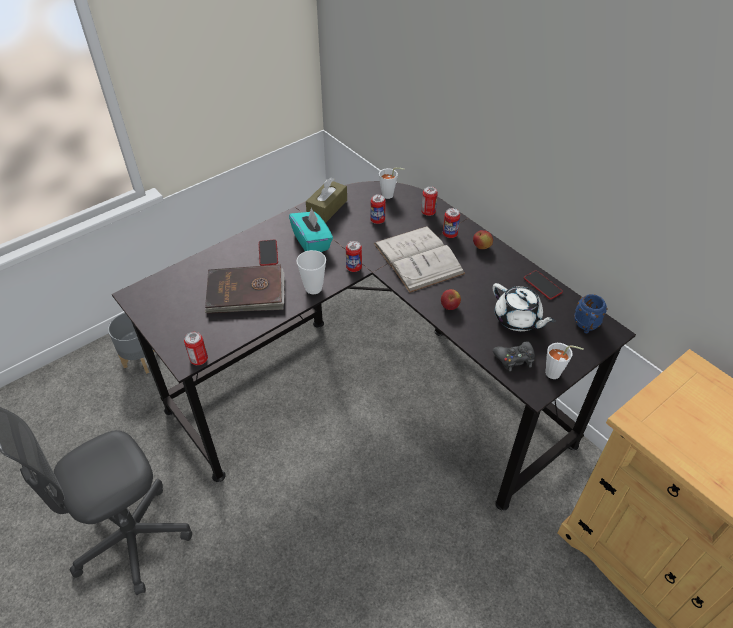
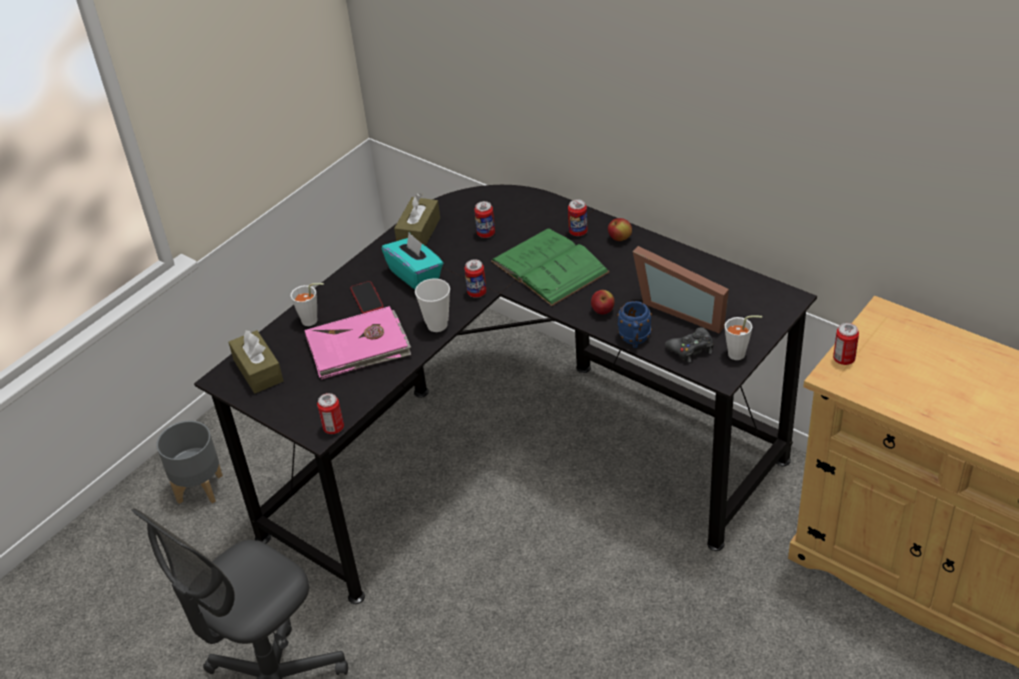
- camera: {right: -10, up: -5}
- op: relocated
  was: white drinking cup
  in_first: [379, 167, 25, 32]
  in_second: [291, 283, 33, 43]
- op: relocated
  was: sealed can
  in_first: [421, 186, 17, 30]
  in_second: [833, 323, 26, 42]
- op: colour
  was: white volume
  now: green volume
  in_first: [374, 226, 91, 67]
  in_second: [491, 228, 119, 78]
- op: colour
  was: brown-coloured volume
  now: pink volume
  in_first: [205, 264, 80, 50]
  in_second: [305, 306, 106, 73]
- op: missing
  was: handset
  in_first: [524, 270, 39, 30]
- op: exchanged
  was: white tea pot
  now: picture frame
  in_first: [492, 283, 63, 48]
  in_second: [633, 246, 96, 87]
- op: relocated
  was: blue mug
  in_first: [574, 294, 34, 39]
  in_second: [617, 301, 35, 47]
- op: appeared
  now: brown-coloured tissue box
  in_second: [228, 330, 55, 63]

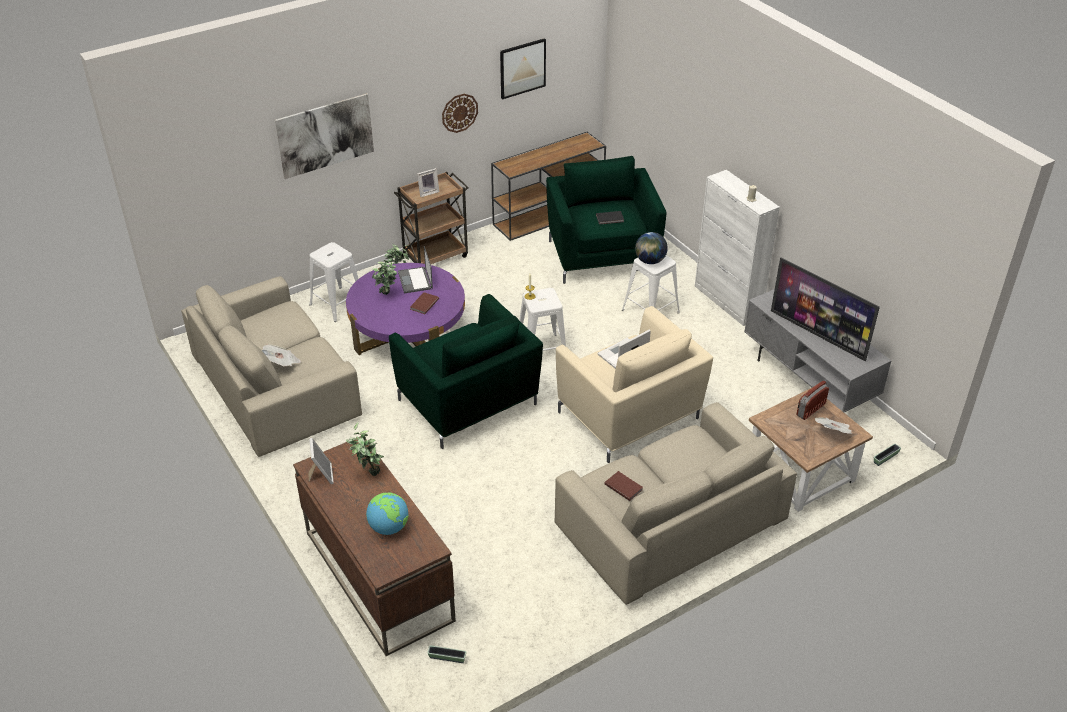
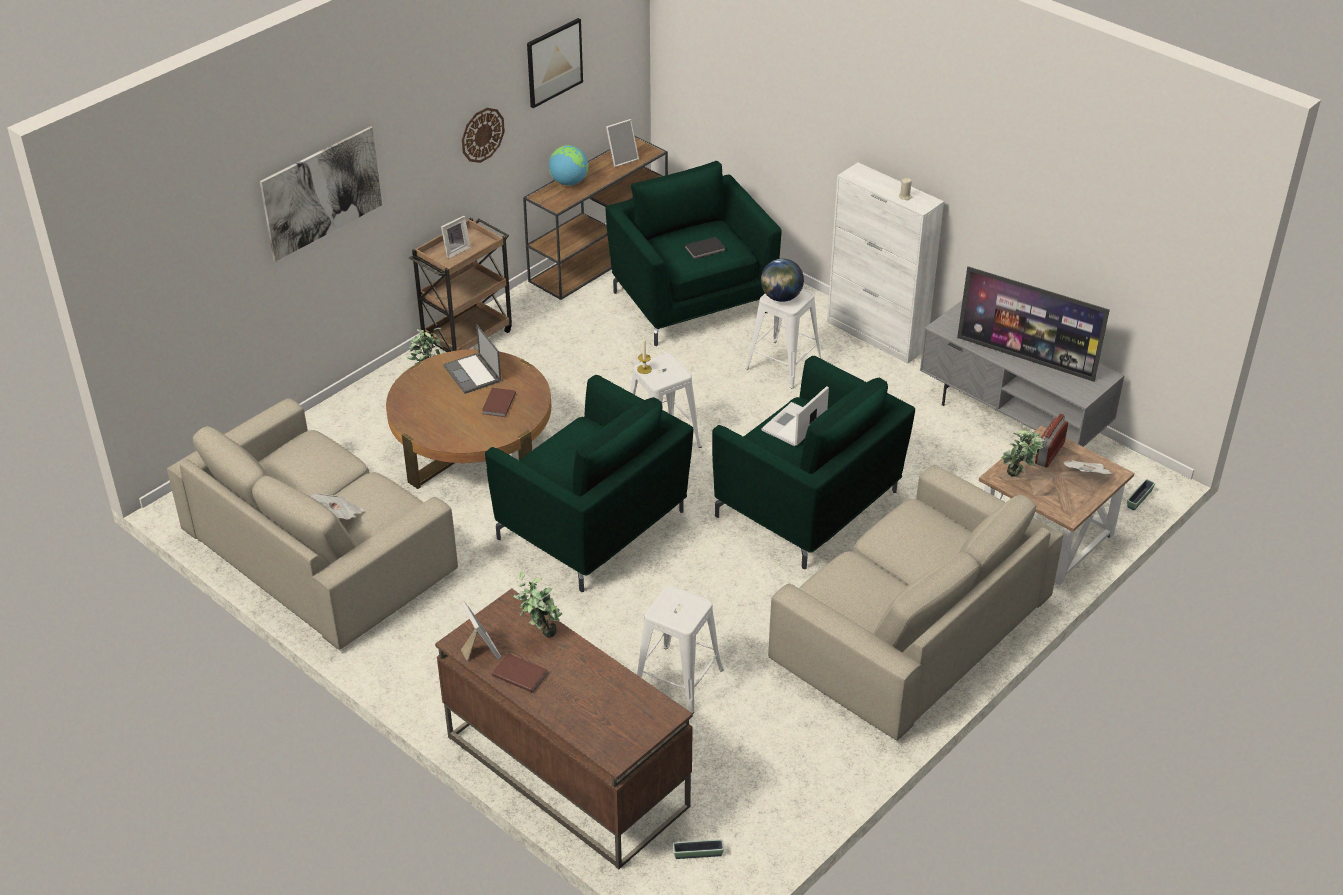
- camera: {right: -15, up: 0}
- op: relocated
  was: white stool
  in_first: [309, 242, 49, 80]
  in_second: [637, 586, 87, 127]
- op: relocated
  was: plant in a pot
  in_first: [372, 261, 25, 34]
  in_second: [1001, 428, 44, 49]
- op: colour
  was: purplish lounge table
  now: brown-coloured lounge table
  in_first: [346, 263, 119, 92]
  in_second: [386, 349, 165, 140]
- op: colour
  was: sand-coloured lounge chair
  now: green lounge chair
  in_first: [556, 306, 157, 157]
  in_second: [712, 356, 203, 213]
- op: relocated
  was: brown-coloured volume
  in_first: [604, 471, 39, 30]
  in_second: [492, 653, 56, 40]
- op: relocated
  was: desk globe
  in_first: [366, 492, 43, 43]
  in_second: [549, 145, 40, 41]
- op: appeared
  now: picture frame
  in_second: [606, 119, 33, 48]

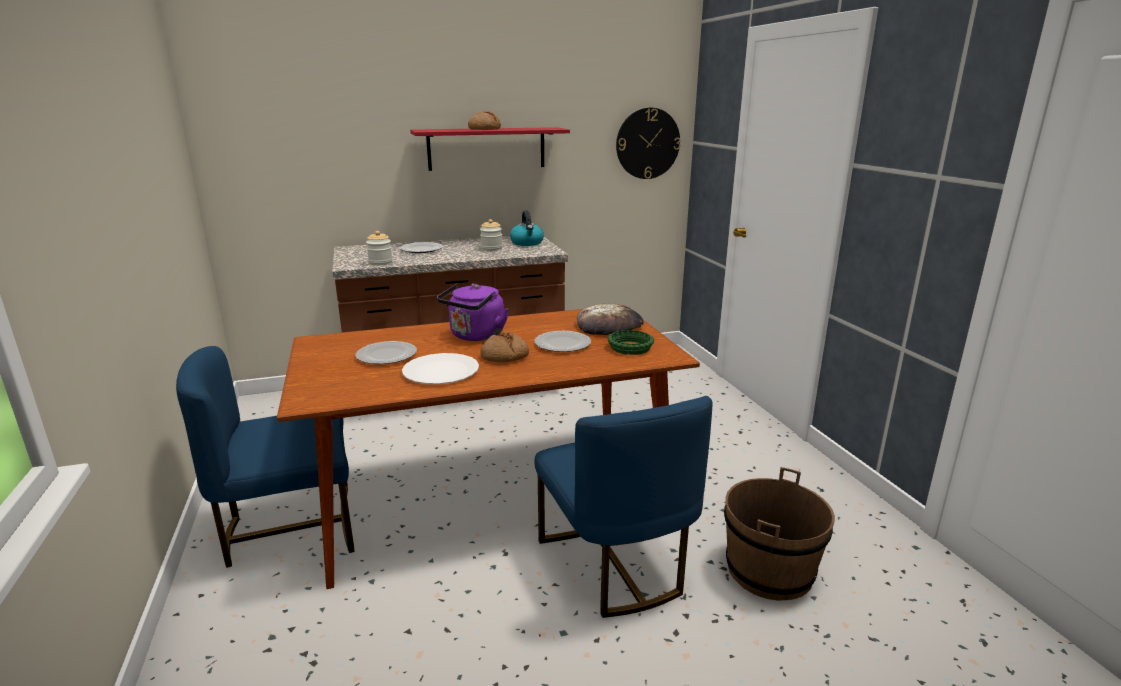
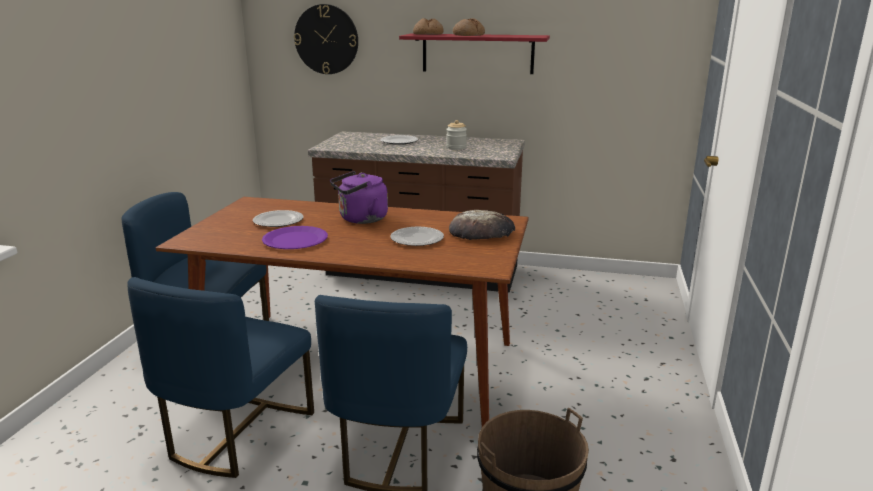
- camera: {right: 30, up: 0}
- op: relocated
  was: wall clock
  in_first: [616, 108, 65, 71]
  in_second: [294, 4, 64, 70]
- op: missing
  was: kettle
  in_first: [510, 211, 34, 35]
- op: missing
  was: preserve jar
  in_first: [366, 231, 27, 34]
- op: missing
  was: green serving bowl
  in_first: [608, 330, 46, 25]
- op: relocated
  was: bakery bread
  in_first: [480, 332, 49, 30]
  in_second: [413, 18, 31, 17]
- op: colour
  was: white flat dish
  now: purplish flat dish
  in_first: [402, 353, 77, 31]
  in_second: [262, 226, 66, 23]
- op: appeared
  now: blue plain chair
  in_second: [127, 277, 187, 201]

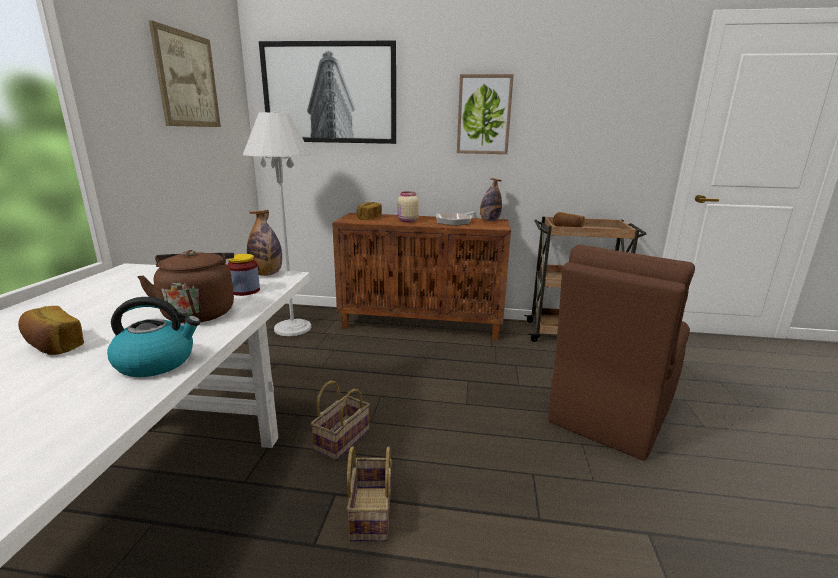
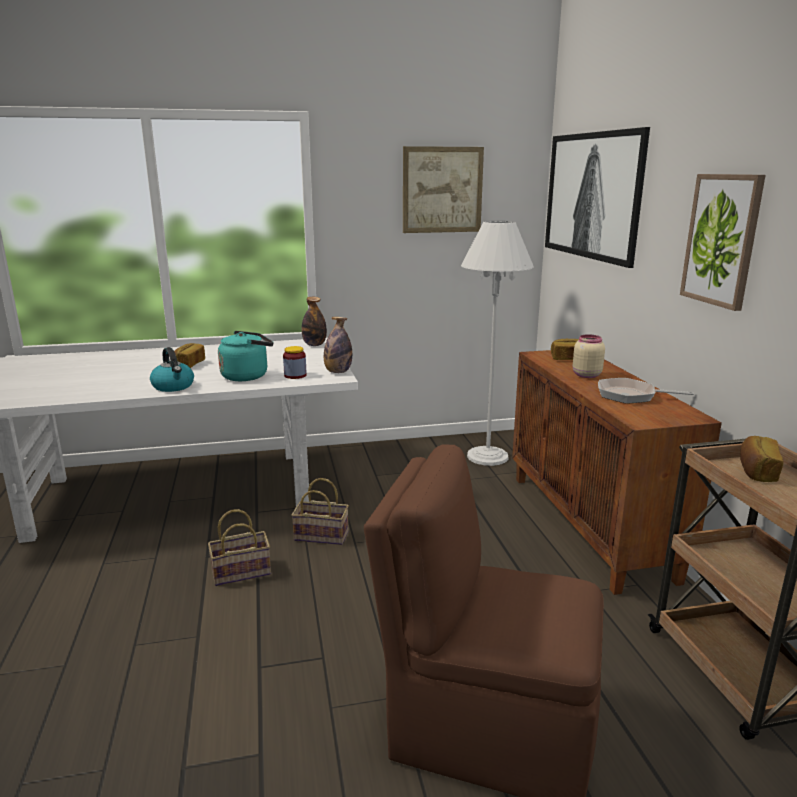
- camera: {right: 70, up: 0}
- op: relocated
  was: drink bottle
  in_first: [480, 178, 22, 43]
  in_second: [301, 297, 26, 49]
- op: colour
  was: brown-coloured kettle
  now: turquoise kettle
  in_first: [137, 250, 97, 73]
  in_second: [218, 331, 55, 50]

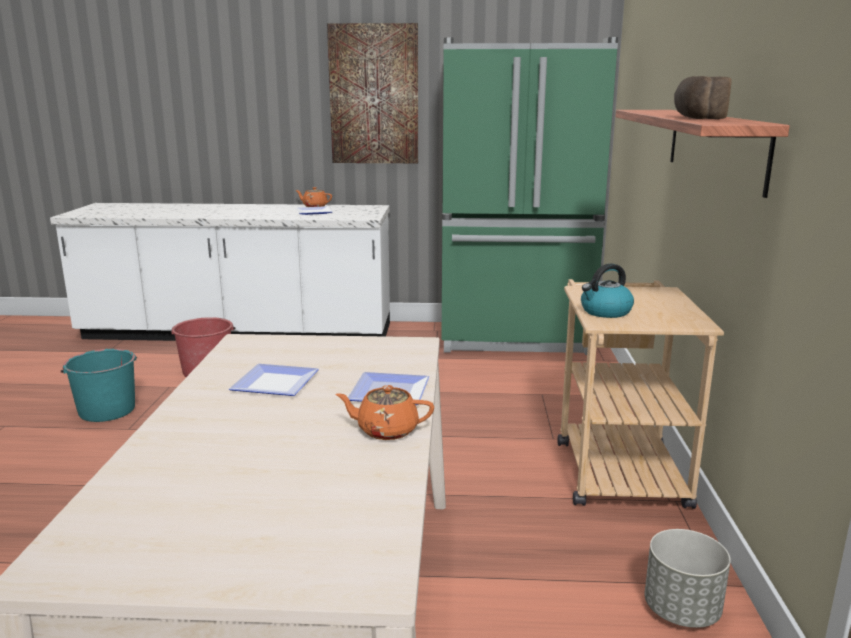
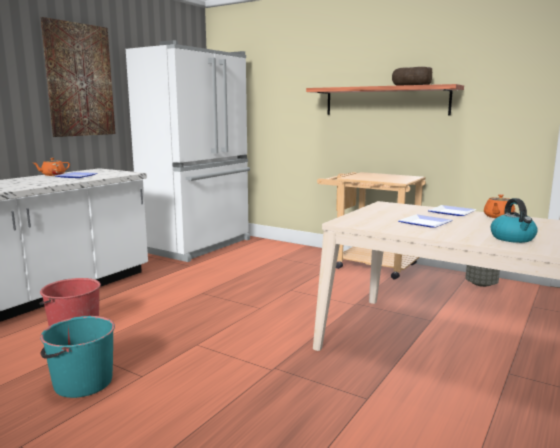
- camera: {right: -60, up: -5}
- op: colour
  was: green refrigerator
  now: white refrigerator
  in_first: [441, 37, 177, 318]
  in_second: [126, 40, 124, 222]
- op: relocated
  was: kettle
  in_first: [581, 263, 53, 55]
  in_second: [491, 198, 47, 45]

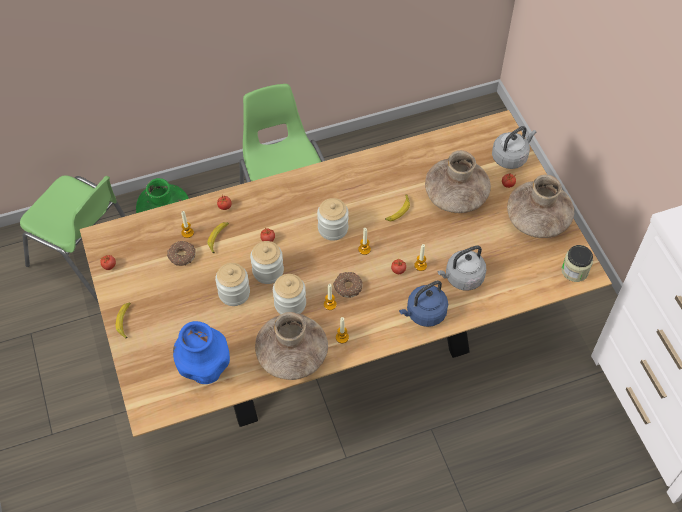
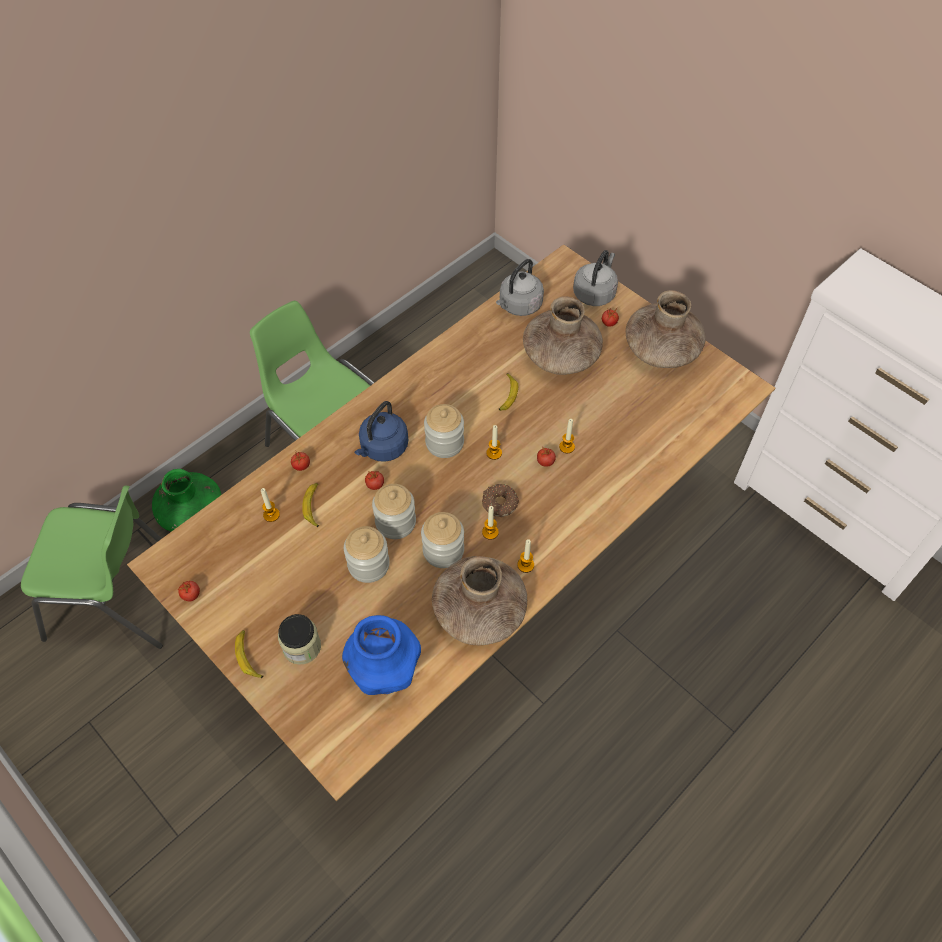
- camera: {right: -25, up: 0}
- op: missing
  was: donut
  in_first: [167, 241, 29, 25]
- op: relocated
  was: preserve jar
  in_first: [561, 245, 32, 37]
  in_second: [278, 614, 43, 51]
- op: relocated
  was: grey kettle
  in_first: [437, 246, 50, 45]
  in_second: [496, 259, 48, 57]
- op: relocated
  was: blue kettle
  in_first: [399, 280, 49, 47]
  in_second: [354, 401, 54, 61]

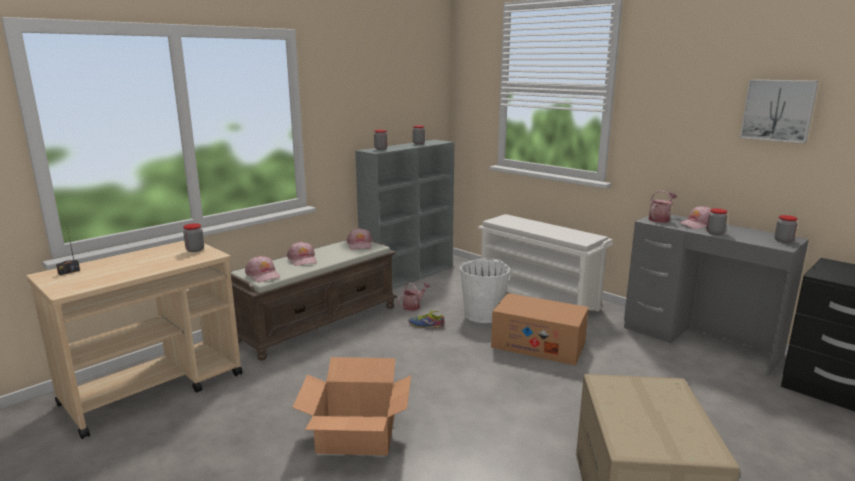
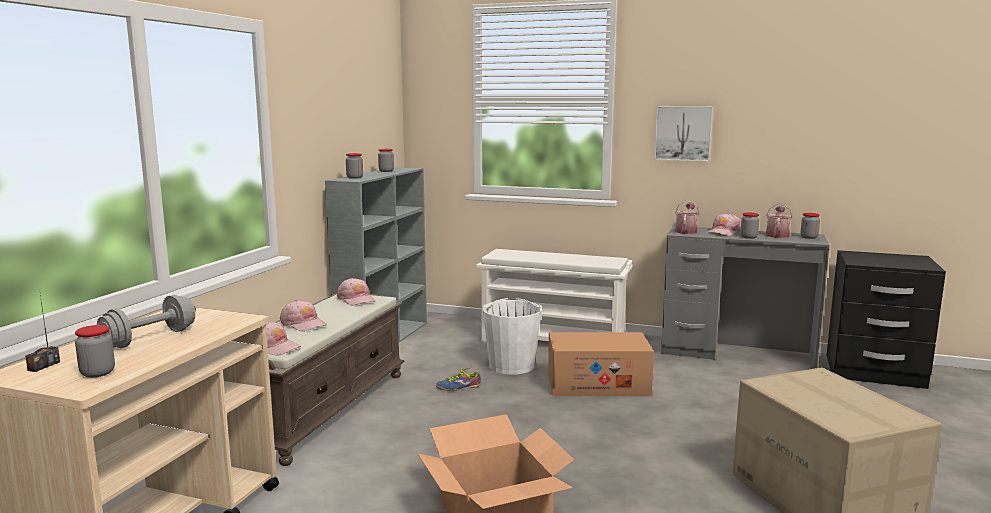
- camera: {right: -25, up: -5}
- op: relocated
  was: wall art
  in_first: [740, 79, 79, 64]
  in_second: [654, 106, 59, 55]
- op: relocated
  was: preserve jar
  in_first: [183, 223, 21, 29]
  in_second: [75, 325, 40, 53]
- op: relocated
  was: watering pot
  in_first: [397, 282, 33, 29]
  in_second: [766, 204, 26, 34]
- op: appeared
  now: grey free weight
  in_second: [97, 295, 99, 53]

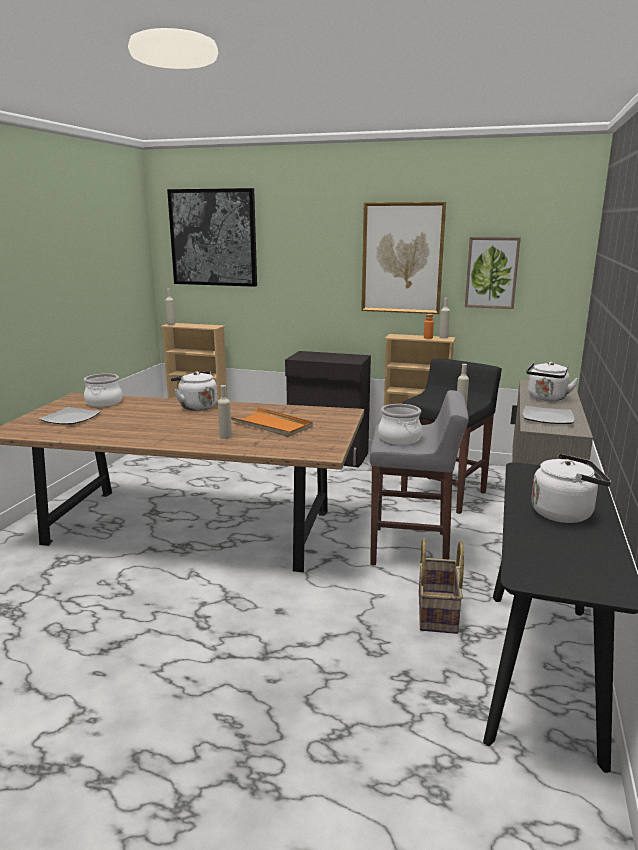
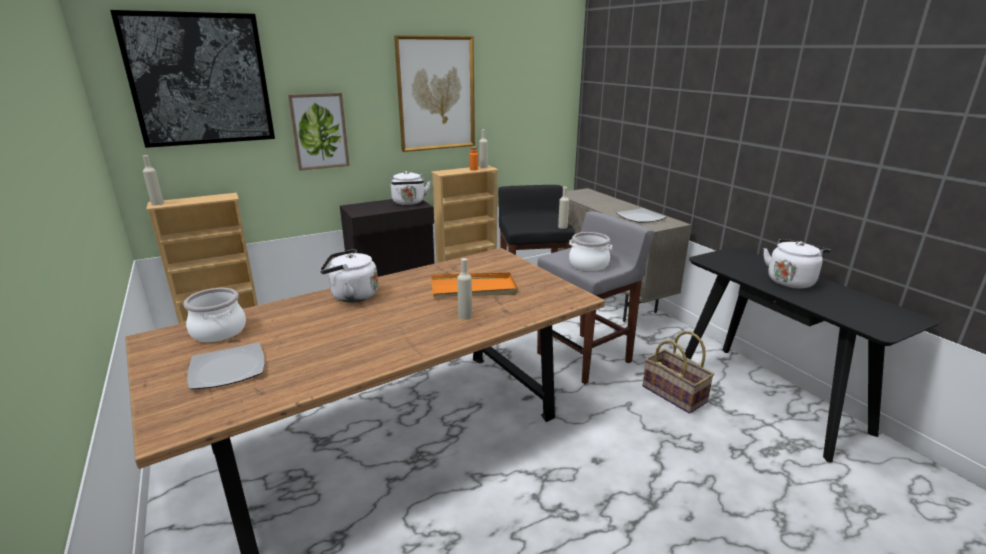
- camera: {right: -45, up: 5}
- op: relocated
  was: wall art
  in_first: [465, 237, 56, 72]
  in_second: [288, 93, 62, 78]
- op: relocated
  was: white kettle
  in_first: [526, 362, 53, 39]
  in_second: [391, 171, 40, 34]

